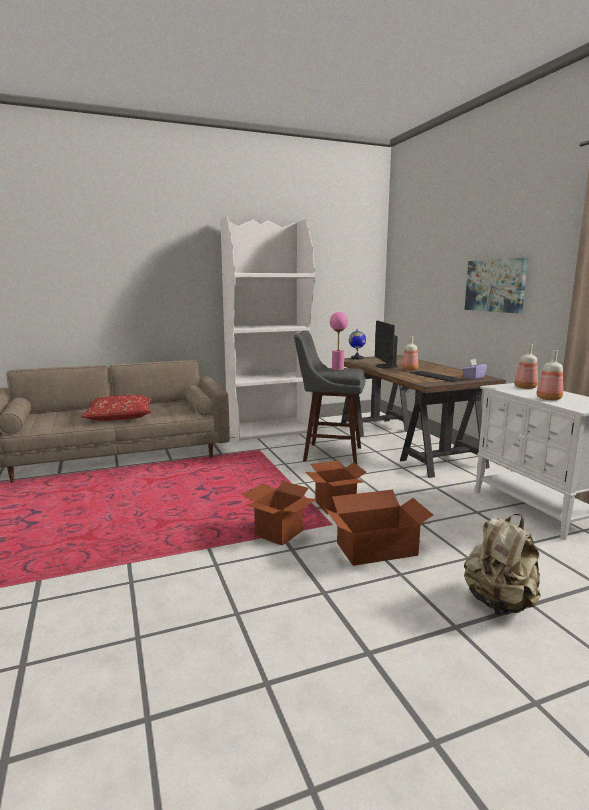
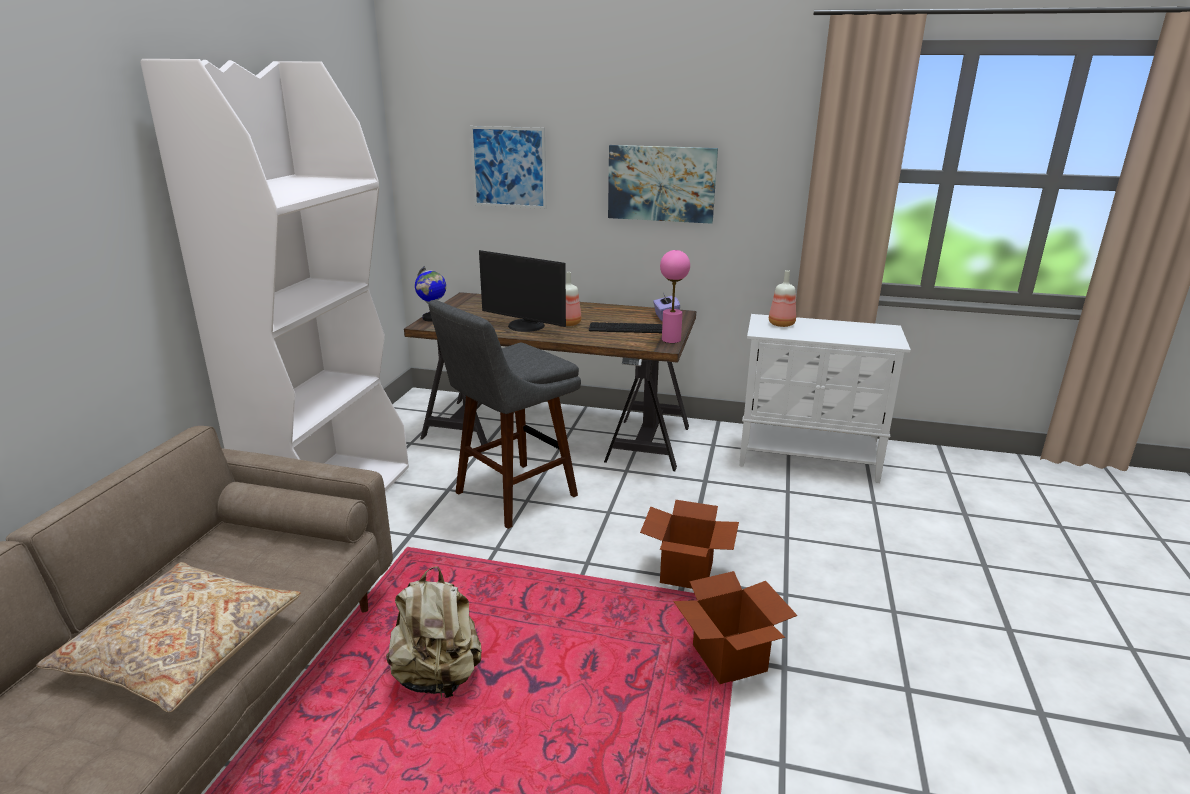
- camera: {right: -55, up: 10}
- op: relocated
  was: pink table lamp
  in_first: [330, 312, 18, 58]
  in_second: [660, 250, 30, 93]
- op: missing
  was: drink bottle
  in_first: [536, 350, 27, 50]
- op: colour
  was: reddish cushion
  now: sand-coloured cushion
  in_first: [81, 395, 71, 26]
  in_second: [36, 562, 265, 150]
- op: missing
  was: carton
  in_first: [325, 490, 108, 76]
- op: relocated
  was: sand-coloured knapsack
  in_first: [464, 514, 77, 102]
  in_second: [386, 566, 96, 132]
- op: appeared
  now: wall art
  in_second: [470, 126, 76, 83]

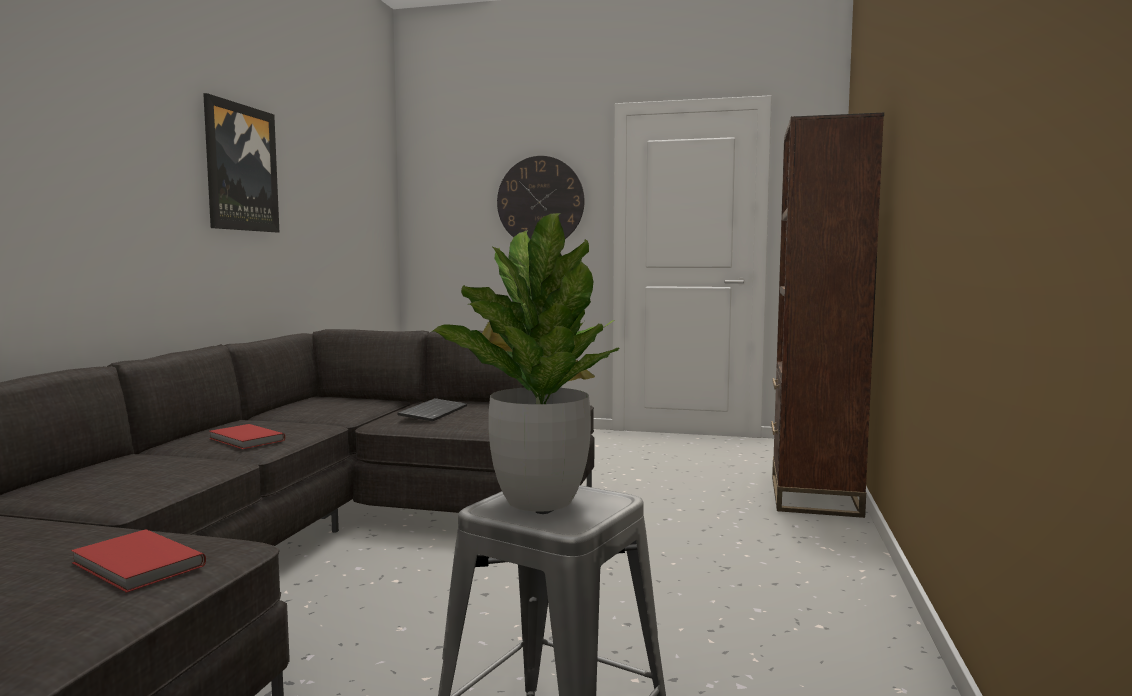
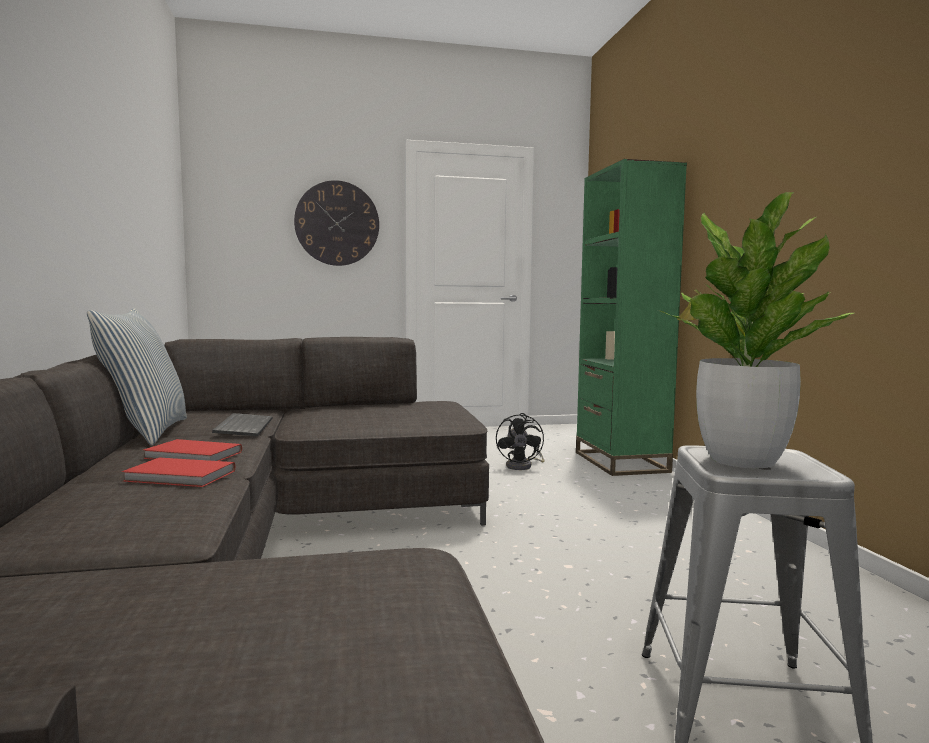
- camera: {right: -25, up: 0}
- op: missing
  was: wall art
  in_first: [203, 93, 76, 139]
- op: colour
  was: brown-coloured bookcase
  now: green bookcase
  in_first: [771, 113, 113, 405]
  in_second: [576, 159, 111, 317]
- op: relocated
  was: keyboard
  in_first: [397, 398, 70, 24]
  in_second: [212, 413, 61, 23]
- op: relocated
  was: reddish volume
  in_first: [71, 529, 135, 64]
  in_second: [122, 458, 113, 29]
- op: appeared
  now: cushion
  in_second: [87, 308, 100, 137]
- op: appeared
  now: black-coloured cooling fan
  in_second: [496, 413, 49, 57]

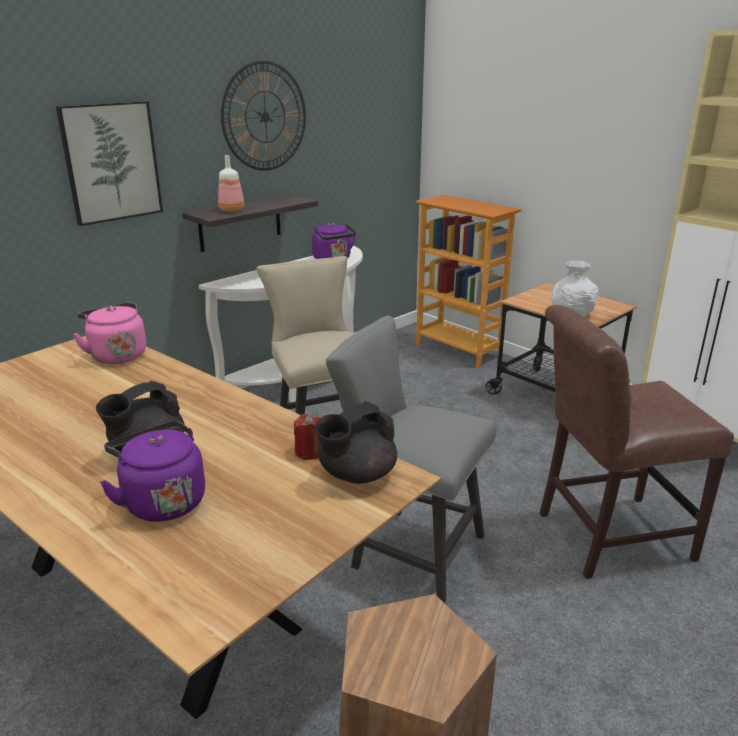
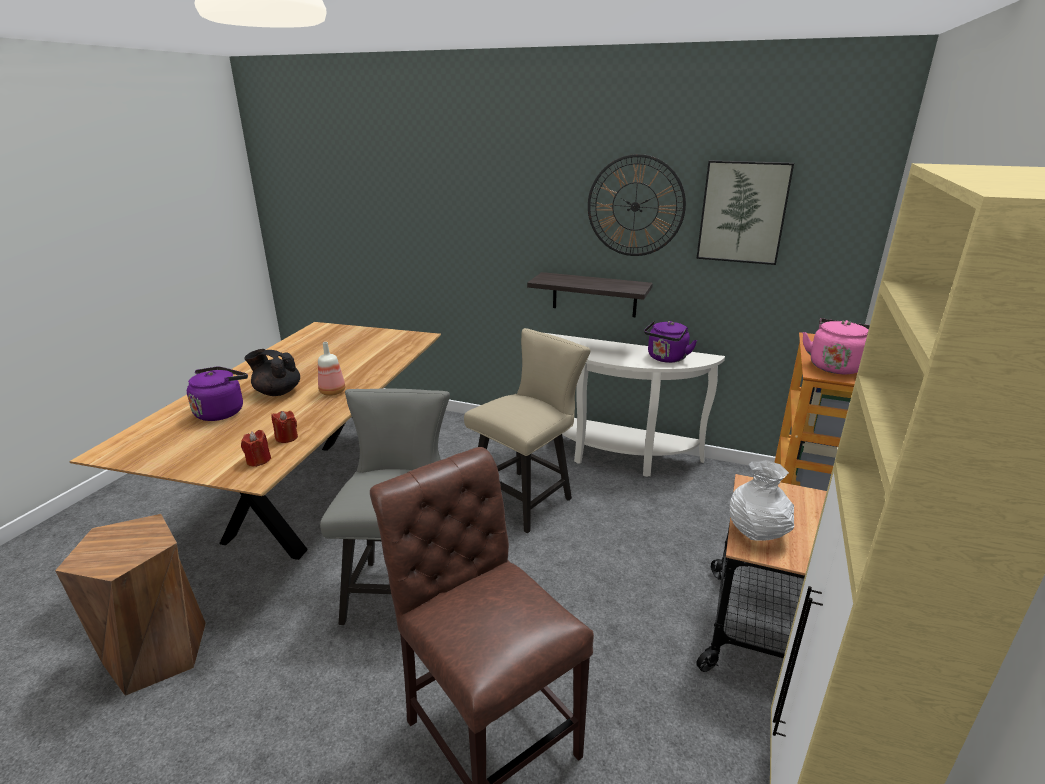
- camera: {right: 65, up: 0}
- op: relocated
  was: wall art
  in_first: [56, 101, 107, 125]
  in_second: [696, 160, 98, 105]
- op: relocated
  was: drink bottle
  in_first: [218, 155, 27, 57]
  in_second: [318, 342, 27, 54]
- op: relocated
  was: pink kettle
  in_first: [73, 302, 73, 62]
  in_second: [802, 318, 68, 56]
- op: exchanged
  was: black-coloured tea pot
  now: reddish wax light
  in_first: [315, 401, 82, 83]
  in_second: [241, 430, 30, 37]

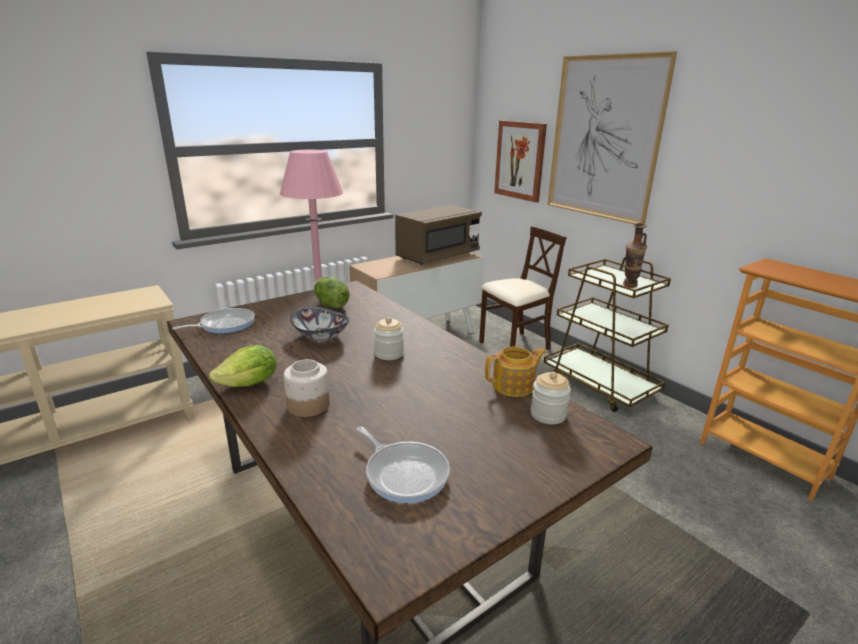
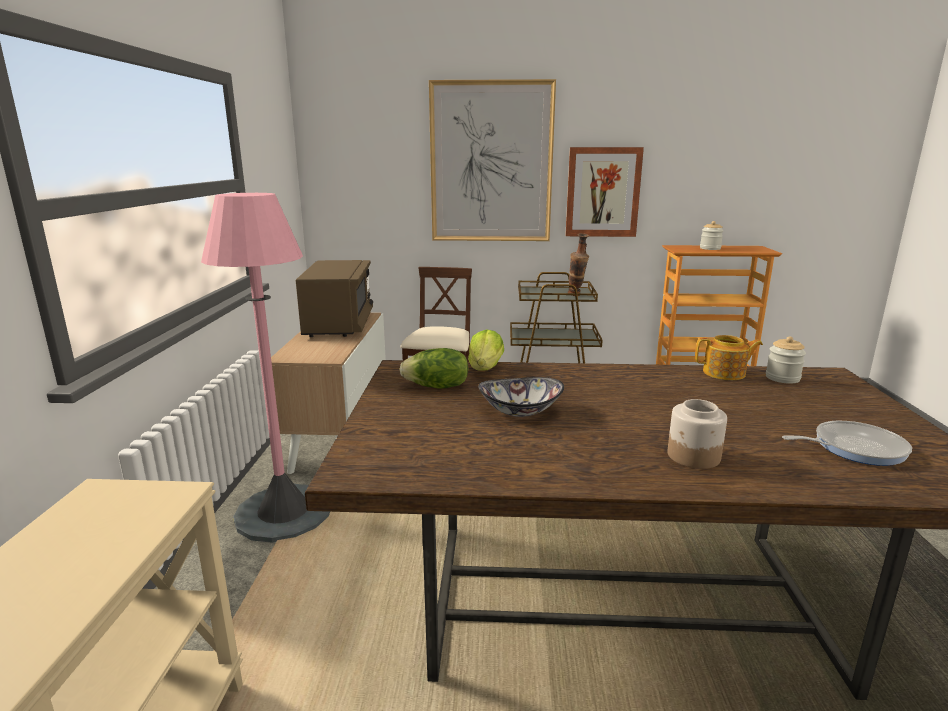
- camera: {right: -50, up: -5}
- op: relocated
  was: wall art
  in_first: [494, 121, 53, 81]
  in_second: [565, 147, 79, 90]
- op: missing
  was: frying pan
  in_first: [172, 308, 83, 26]
- op: relocated
  was: preserve jar
  in_first: [374, 317, 30, 43]
  in_second: [700, 221, 23, 29]
- op: relocated
  was: head of lettuce
  in_first: [209, 345, 68, 42]
  in_second: [468, 329, 36, 42]
- op: spun
  was: tea pot
  in_first: [485, 346, 62, 51]
  in_second: [695, 335, 68, 45]
  clockwise: 75

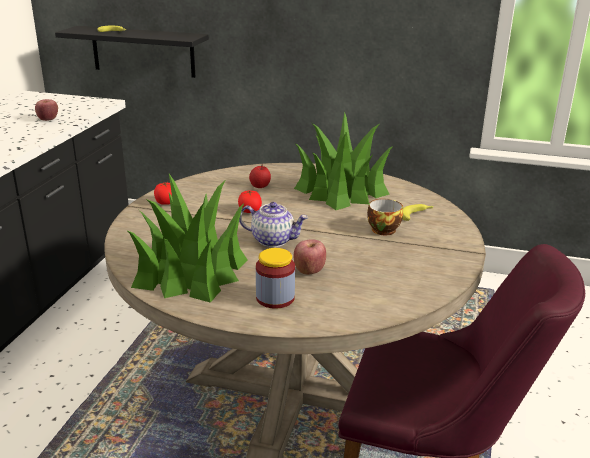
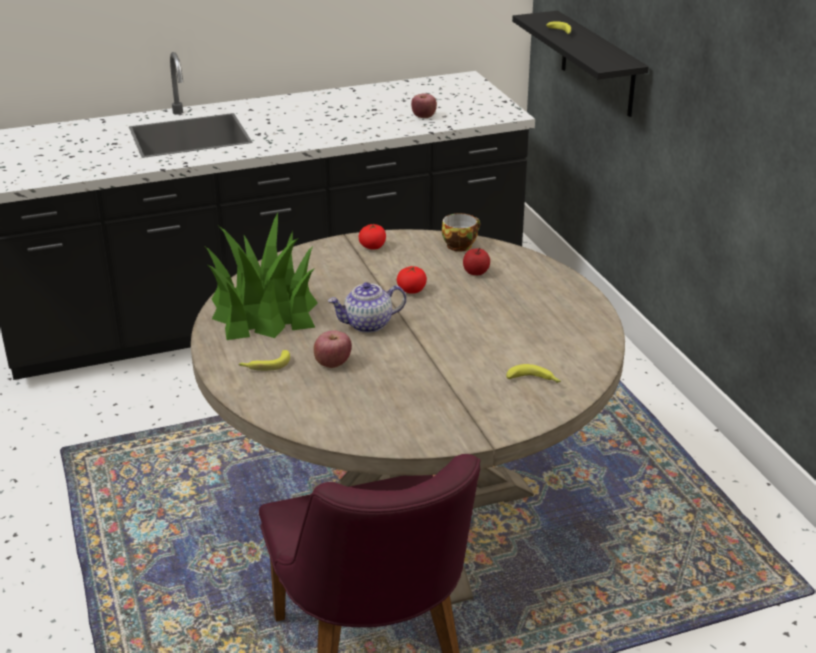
- camera: {right: 55, up: 5}
- op: missing
  was: plant in a pot
  in_first: [294, 112, 99, 98]
- op: relocated
  was: drinking cup
  in_first: [367, 199, 36, 36]
  in_second: [442, 213, 38, 39]
- op: spun
  was: tea pot
  in_first: [239, 202, 70, 45]
  in_second: [328, 282, 78, 51]
  clockwise: 90
- op: exchanged
  was: preserve jar
  now: whole banana
  in_first: [256, 248, 39, 61]
  in_second: [238, 350, 52, 21]

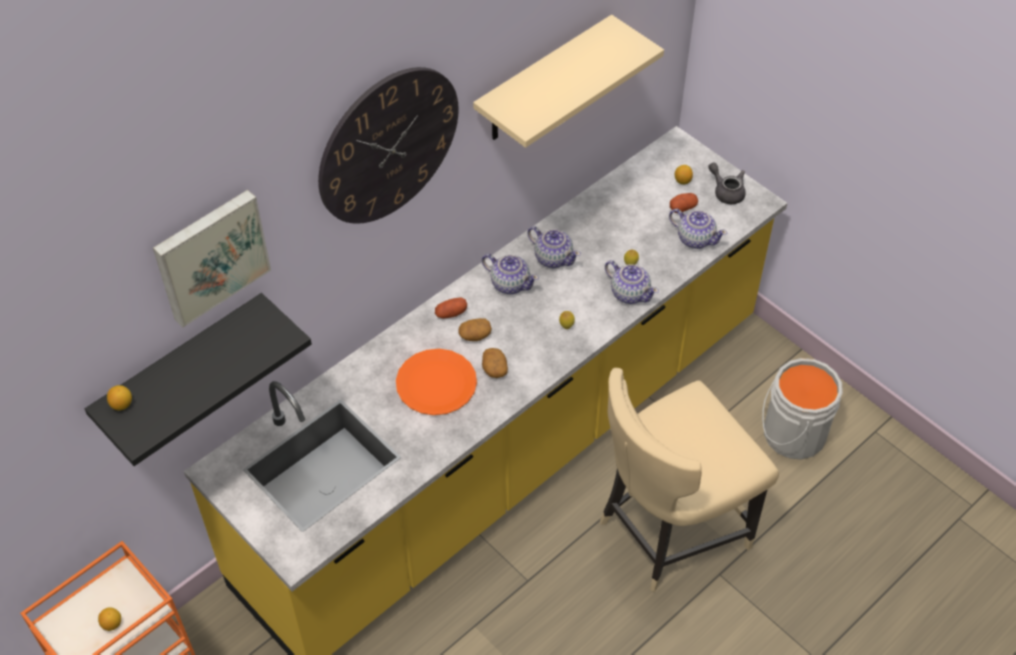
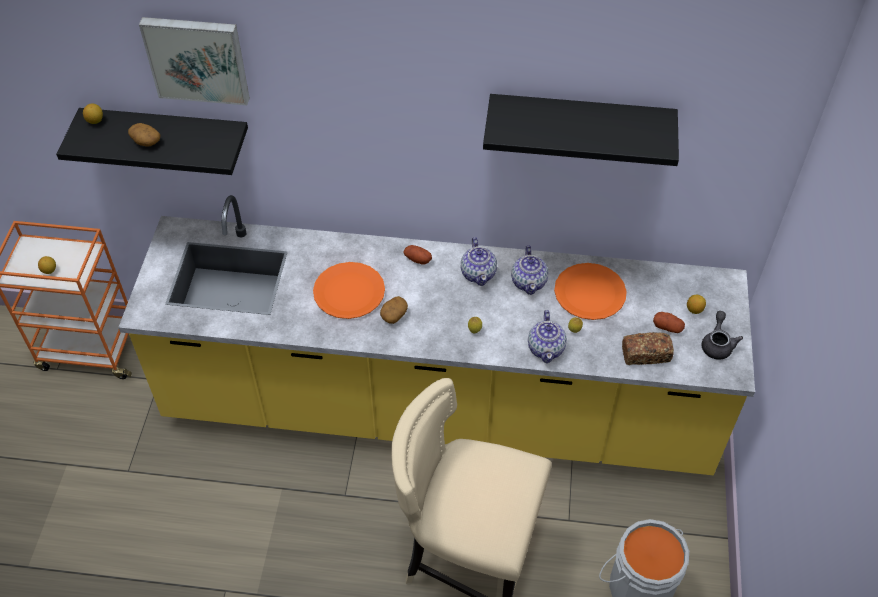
- camera: {right: 50, up: 0}
- op: colour
  was: sand-coloured wall shelf
  now: black-coloured wall shelf
  in_first: [473, 15, 191, 133]
  in_second: [483, 94, 196, 72]
- op: missing
  was: wall clock
  in_first: [318, 67, 141, 157]
- op: exchanged
  was: tea pot
  now: bakery bread
  in_first: [669, 209, 58, 40]
  in_second: [622, 332, 52, 33]
- op: relocated
  was: spud
  in_first: [459, 318, 33, 23]
  in_second: [128, 123, 32, 24]
- op: appeared
  now: orange flat dish
  in_second: [554, 263, 73, 57]

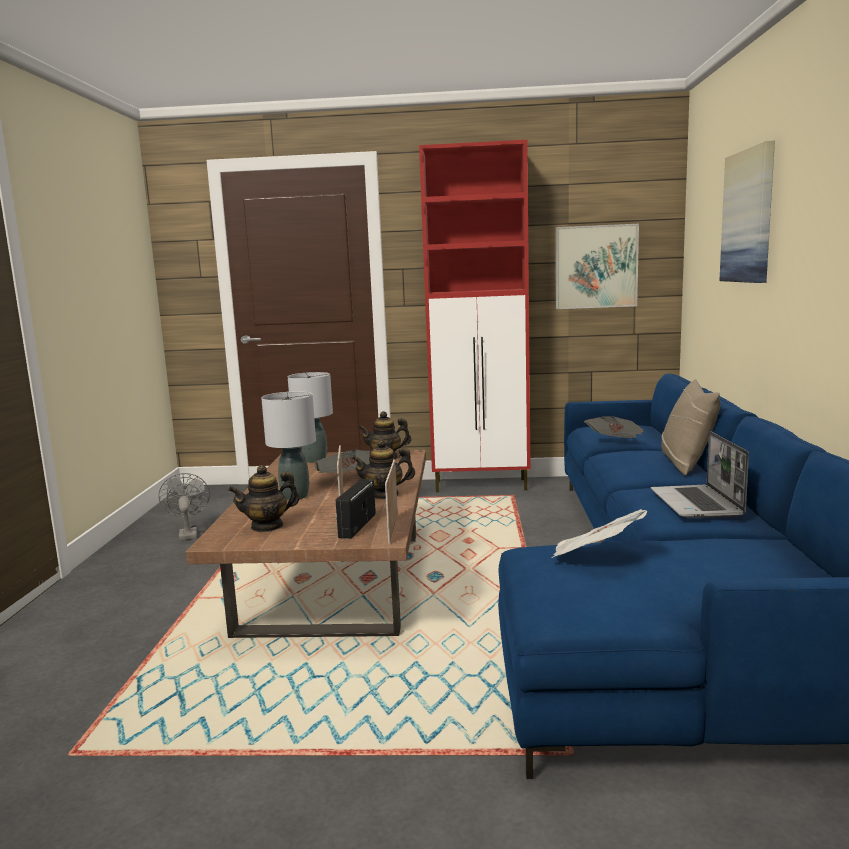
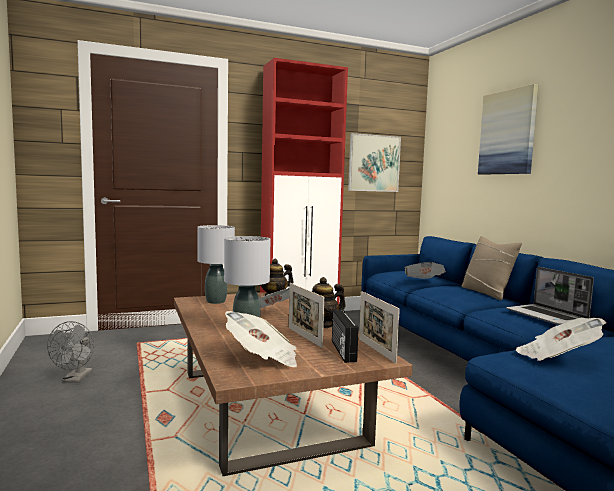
- camera: {right: -25, up: -5}
- op: exchanged
  was: tea pot
  now: newspaper
  in_first: [228, 465, 72, 67]
  in_second: [225, 311, 72, 56]
- op: spun
  was: grey cooling fan
  in_first: [159, 473, 51, 67]
  in_second: [47, 321, 47, 62]
  clockwise: -135

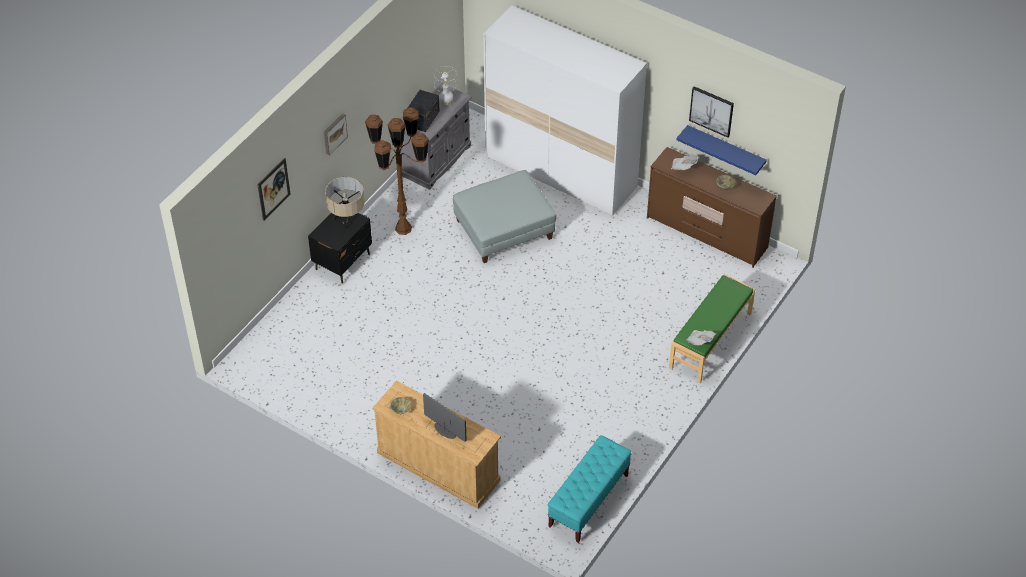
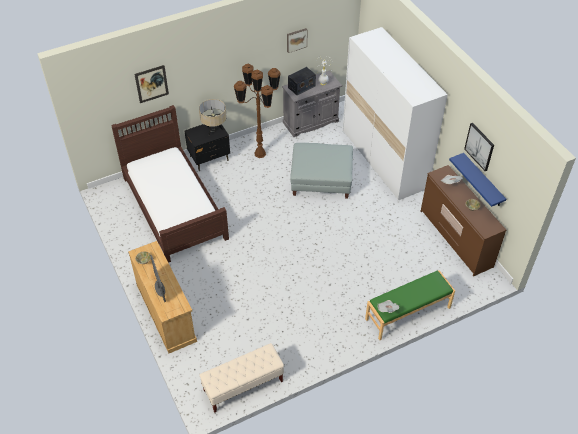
- camera: {right: 30, up: 0}
- op: relocated
  was: wall art
  in_first: [324, 113, 24, 42]
  in_second: [287, 28, 21, 25]
- op: colour
  was: turquoise long seat
  now: sand-coloured long seat
  in_first: [548, 435, 84, 108]
  in_second: [200, 343, 84, 70]
- op: appeared
  now: brown-coloured bedroom bed
  in_second: [111, 105, 118, 158]

